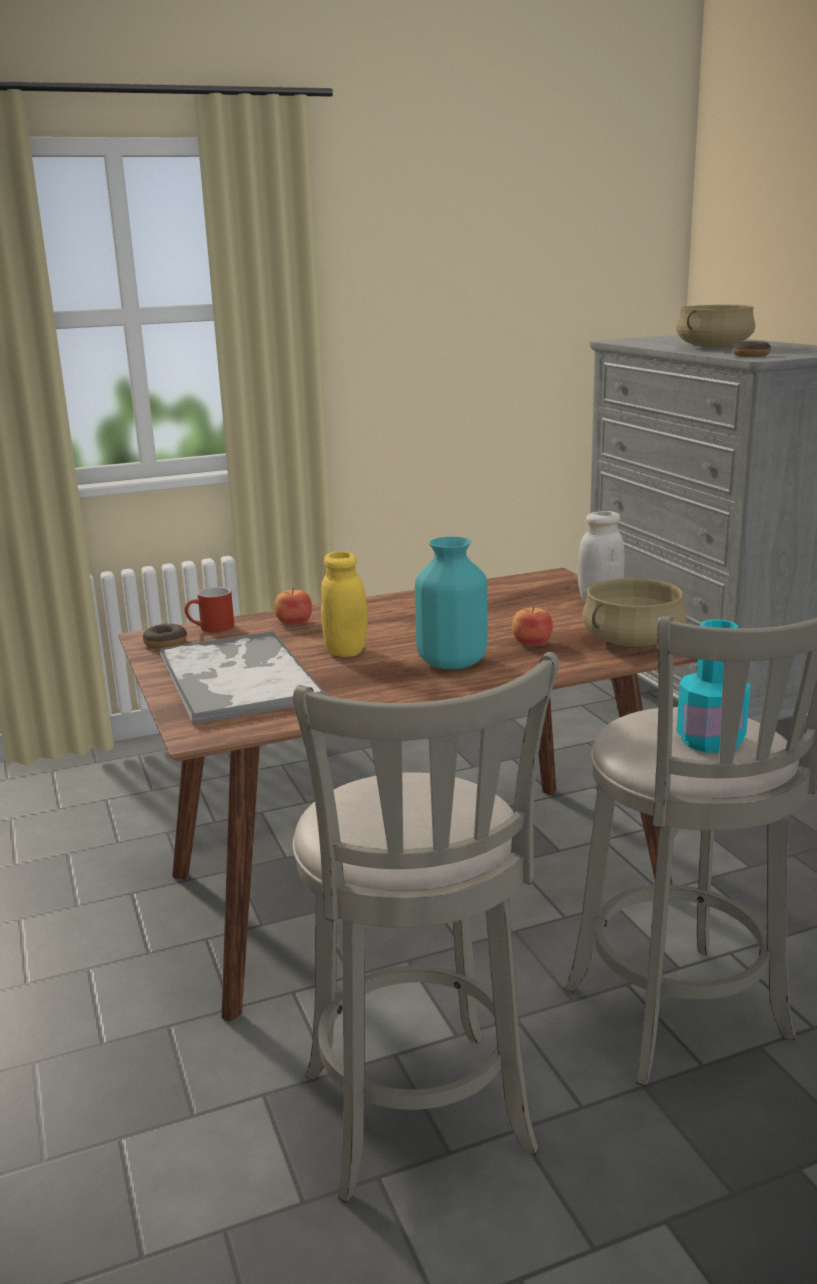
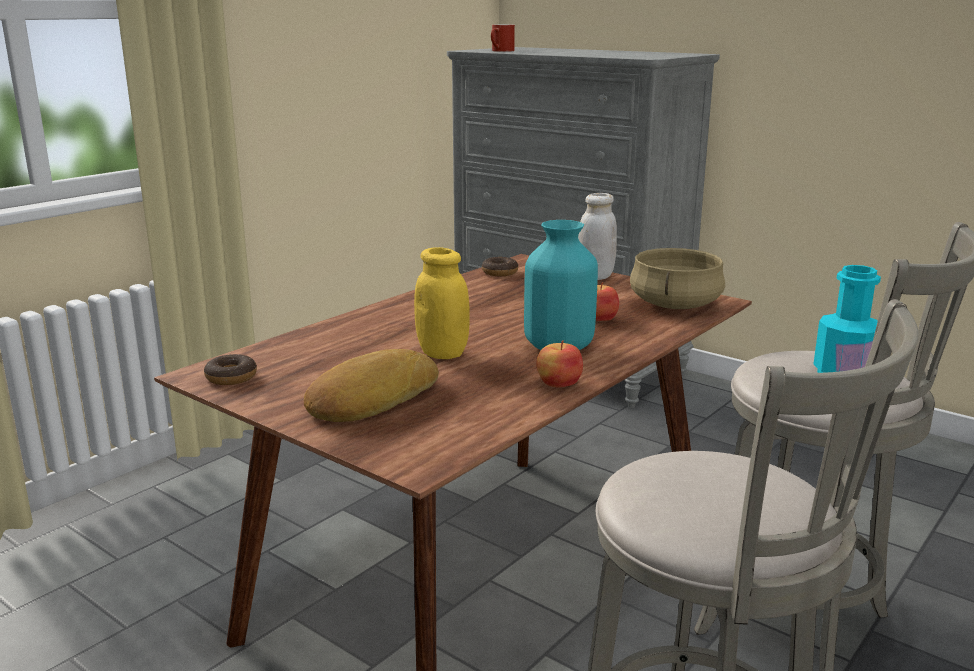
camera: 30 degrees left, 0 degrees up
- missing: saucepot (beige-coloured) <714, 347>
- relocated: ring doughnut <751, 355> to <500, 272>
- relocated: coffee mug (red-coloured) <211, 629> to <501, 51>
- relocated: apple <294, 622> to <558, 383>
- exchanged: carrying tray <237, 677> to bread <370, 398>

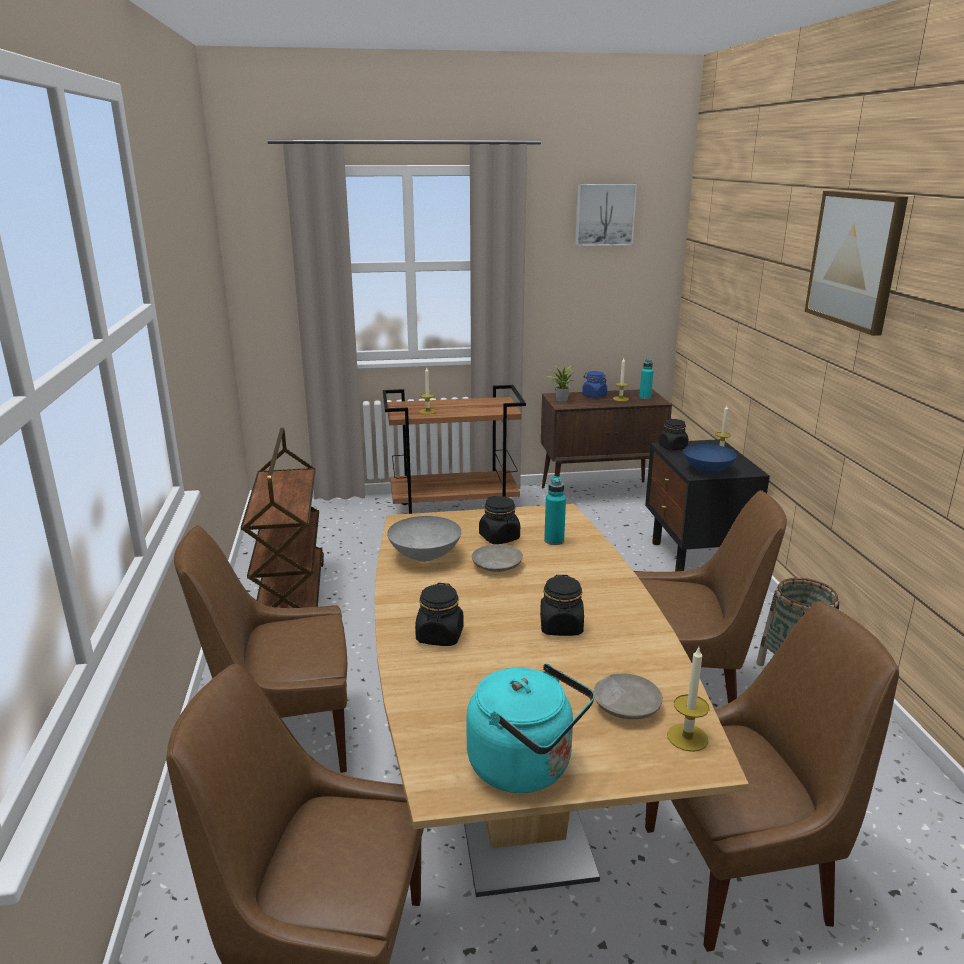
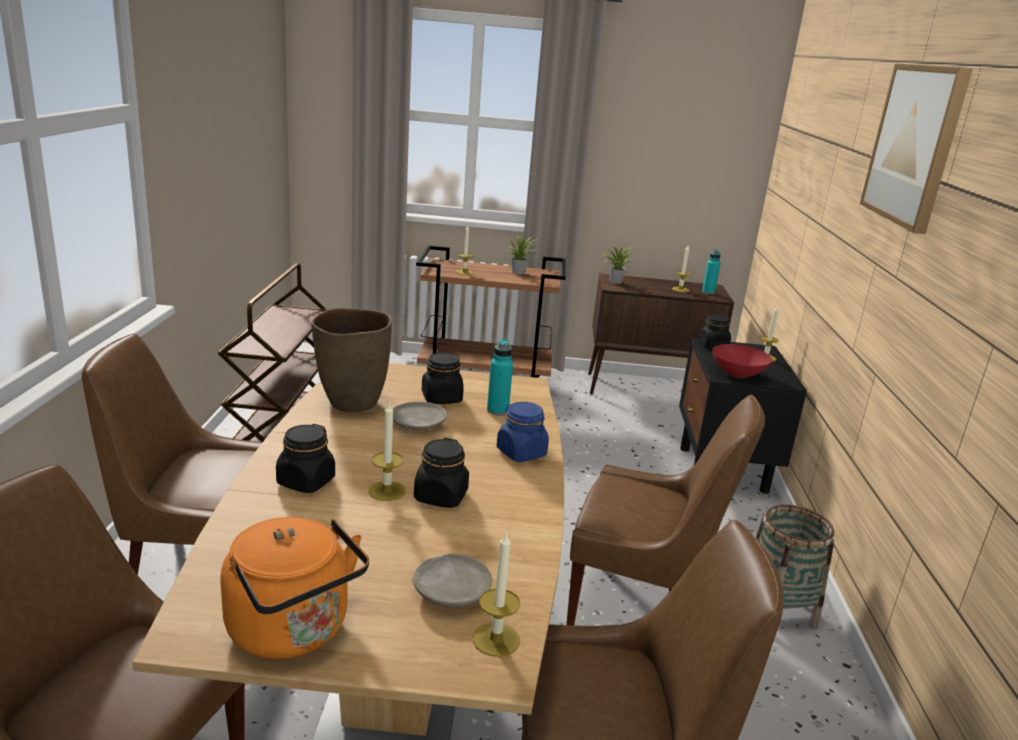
camera: 10 degrees right, 0 degrees up
- missing: wall picture <604, 214>
- relocated: jar (bluish) <594, 395> to <521, 452>
- colour: deep dish (bluish) <708, 471> to deep dish (red-coloured) <738, 375>
- exchanged: deep dish (greyish) <426, 556> to flower vase (brown-coloured) <351, 403>
- colour: water kettle (blue-green) <526, 767> to water kettle (orangey) <293, 632>
- appeared: plant in a pot <519, 272>
- appeared: candle <387, 491>

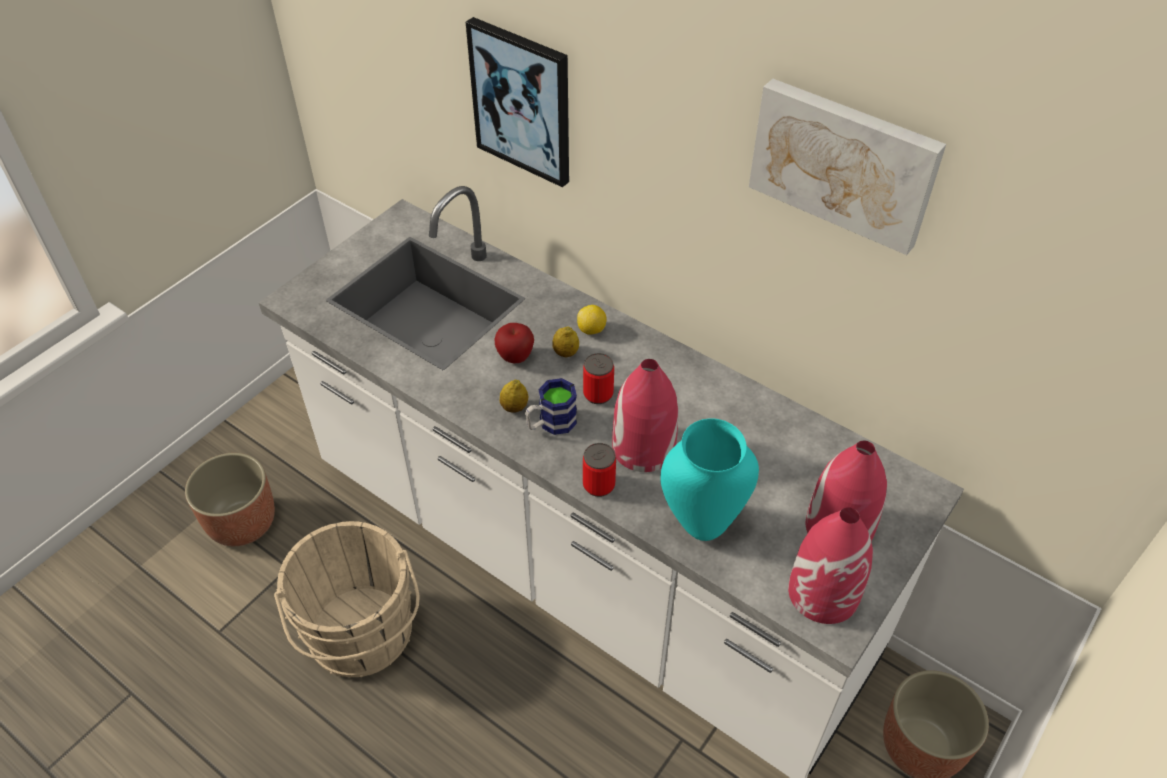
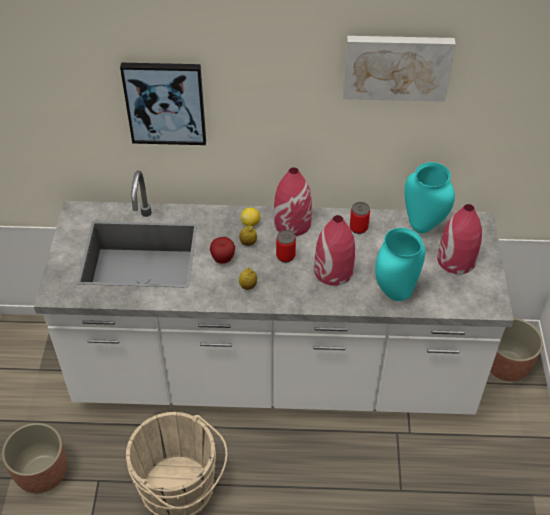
camera: 35 degrees left, 0 degrees up
- missing: coffee mug <551, 424>
- relocated: metal can <599, 485> to <358, 228>
- relocated: flower vase (red-coloured) <823, 592> to <292, 223>
- appeared: flower vase (blue-green) <423, 226>

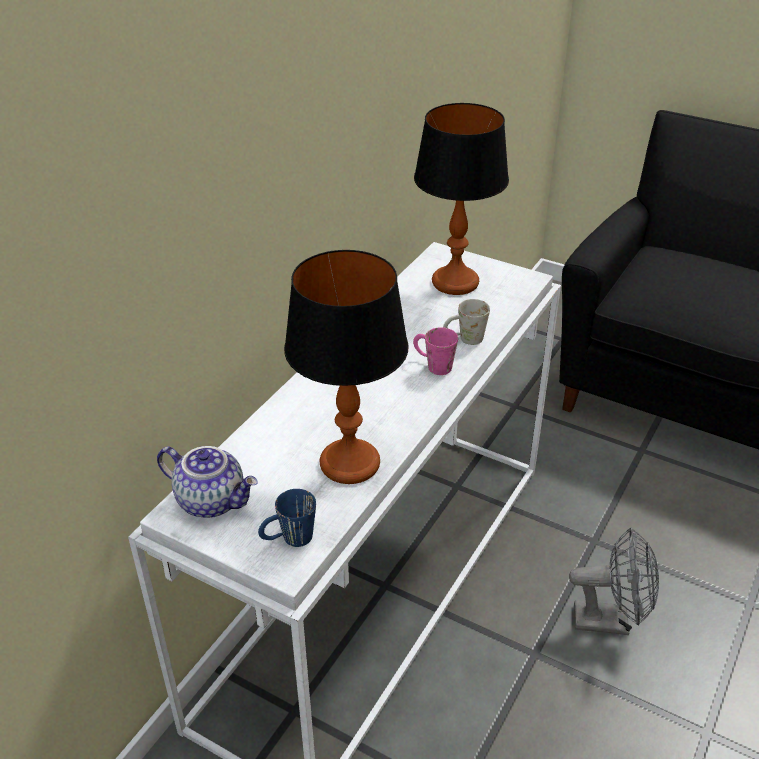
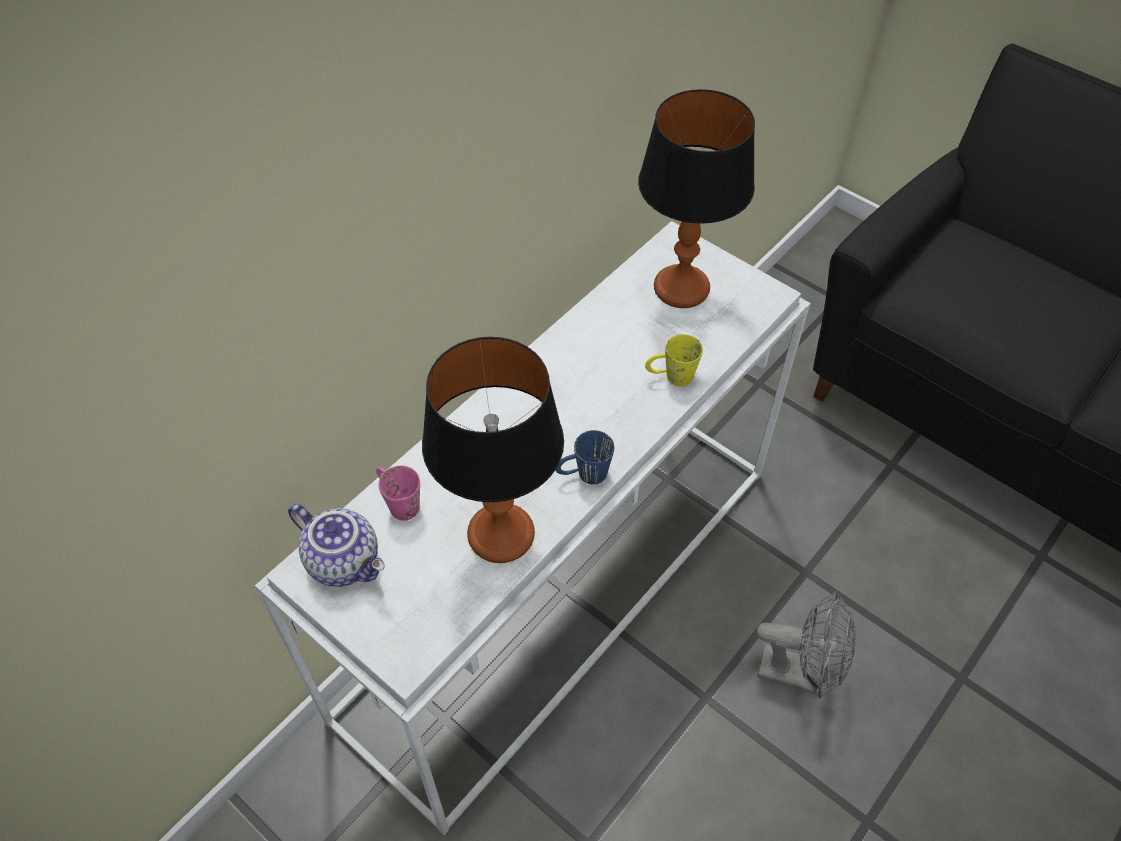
camera: 10 degrees right, 15 degrees up
- colour: coffee mug (whitish) <464, 340> to coffee mug (yellowish) <670, 377>
- relocated: coffee mug (pink) <433, 365> to <398, 502>
- relocated: coffee mug (bluish) <289, 540> to <583, 475>

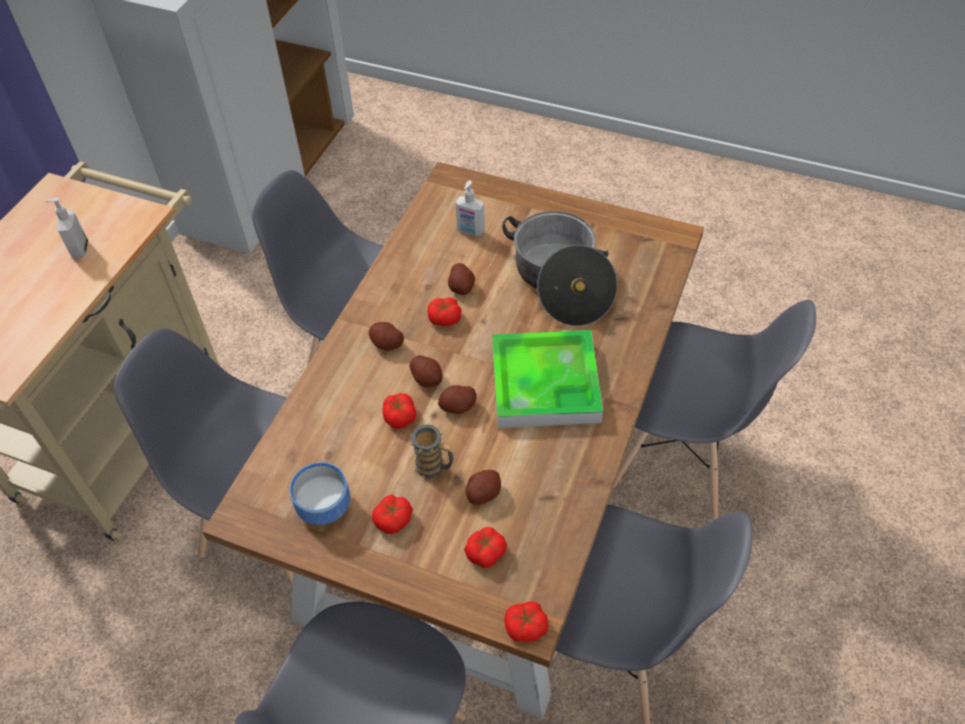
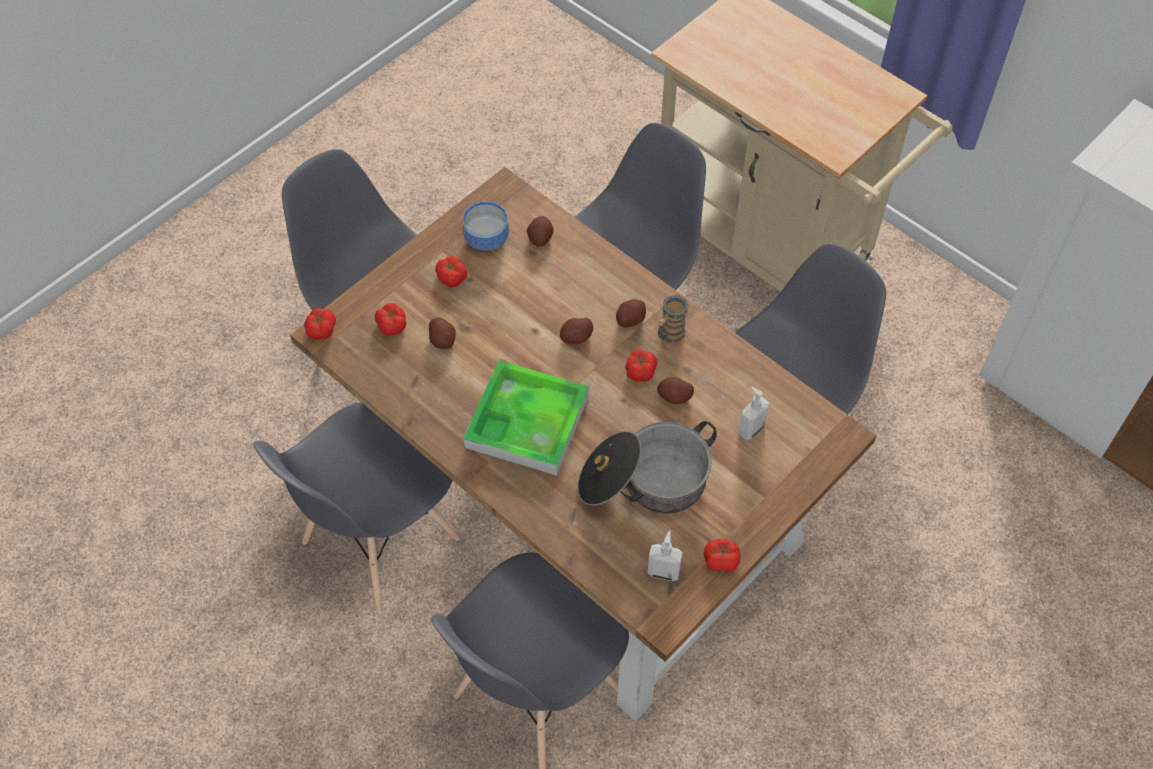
camera: 110 degrees right, 5 degrees up
- relocated: soap bottle <79, 249> to <663, 572>
- relocated: spud <458, 406> to <540, 238>
- relocated: fresh tomato <399, 416> to <721, 559>
- relocated: coffee mug <435, 467> to <669, 335>

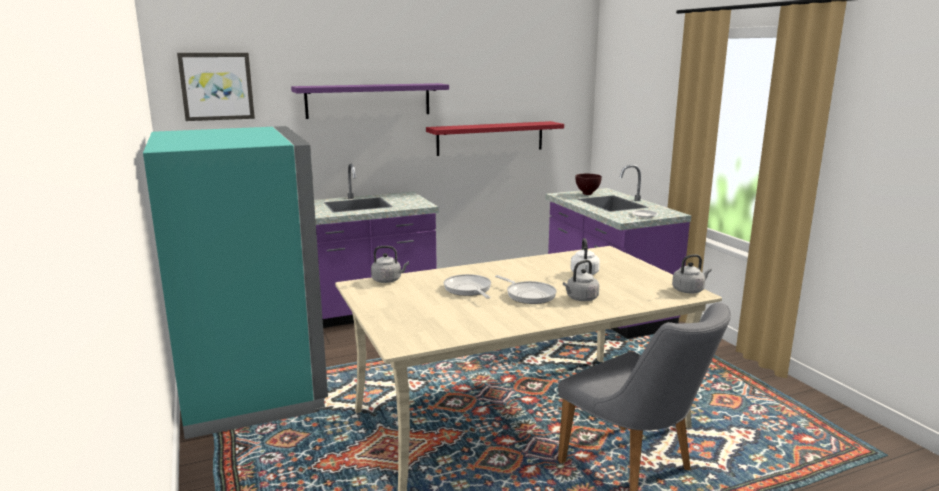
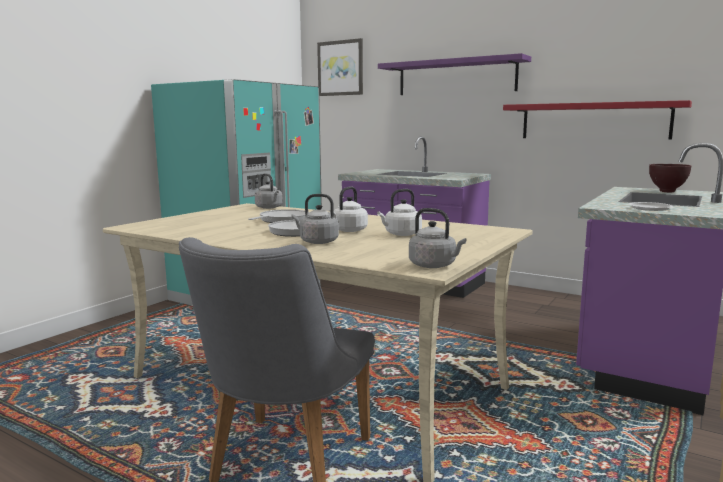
camera: 55 degrees right, 5 degrees down
- appeared: water kettle (whitish) <348, 230>

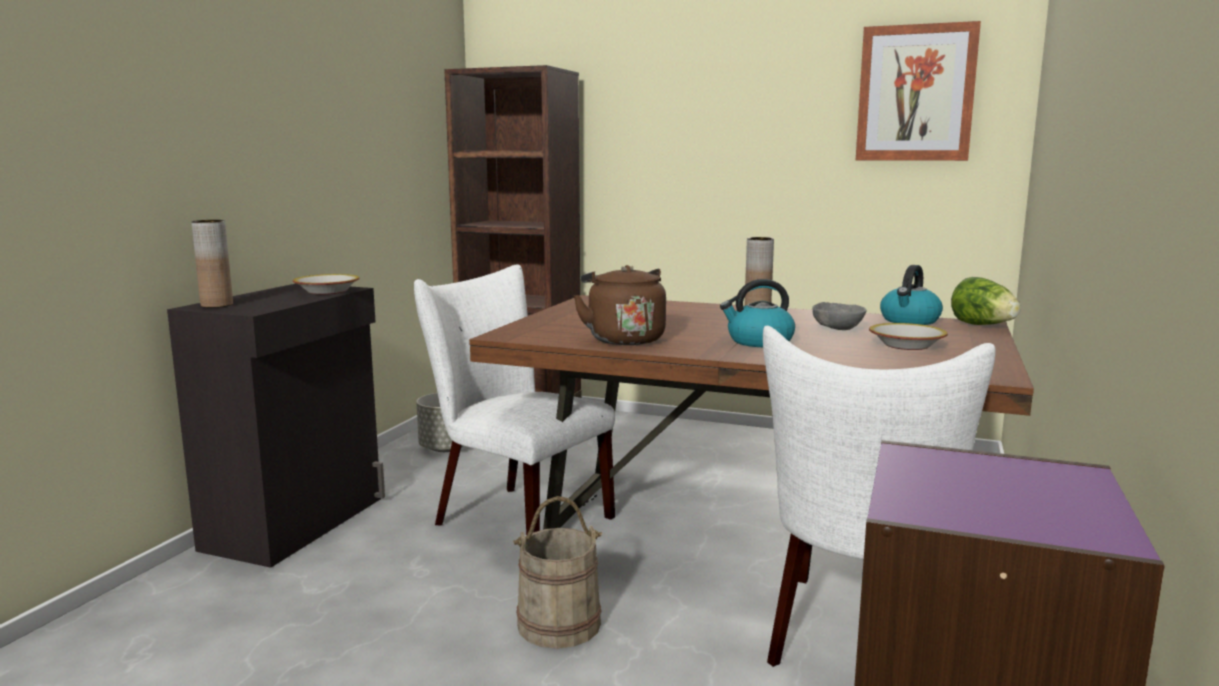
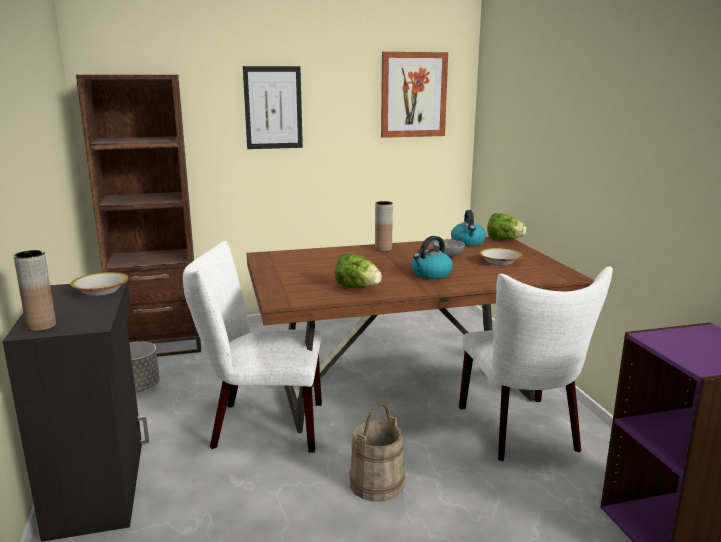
camera: 35 degrees left, 5 degrees up
- exchanged: water kettle (brown-coloured) <623, 339> to lettuce head <357, 288>
- appeared: wall picture <273, 108>

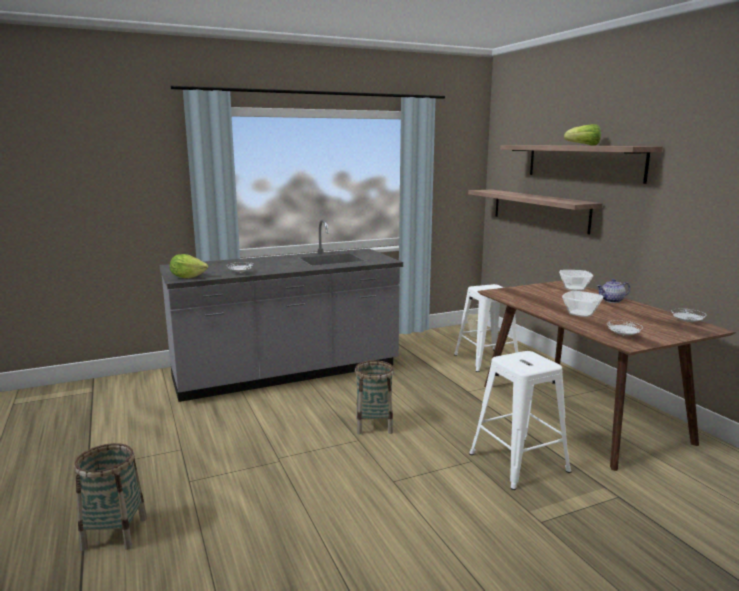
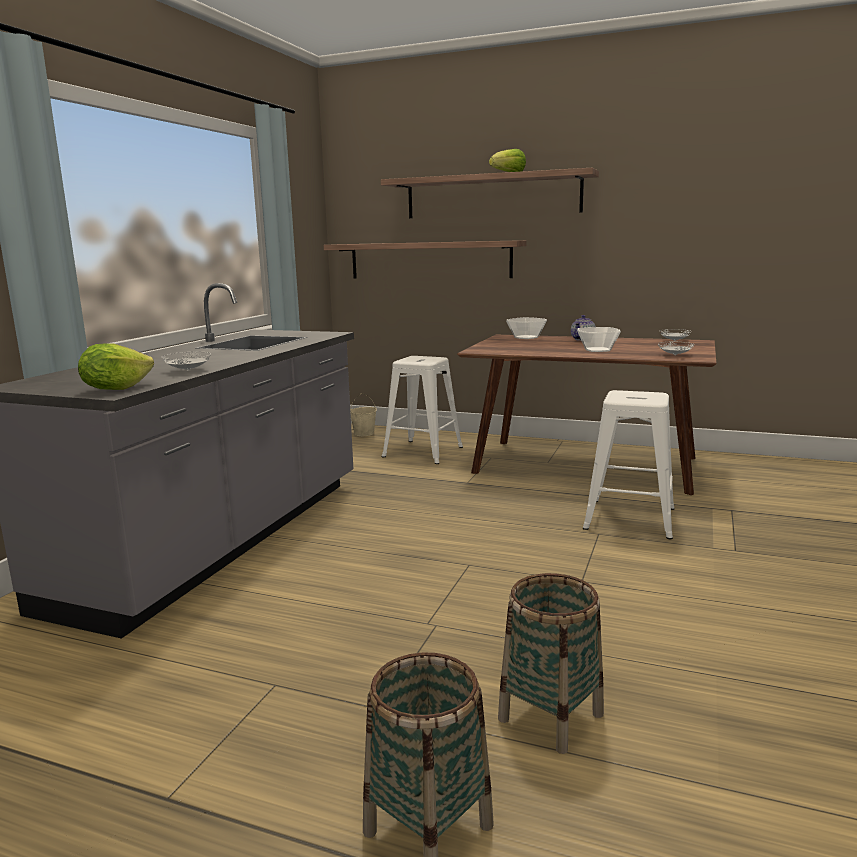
camera: 45 degrees left, 0 degrees up
- relocated: storage basket <374, 425> to <550, 716>

